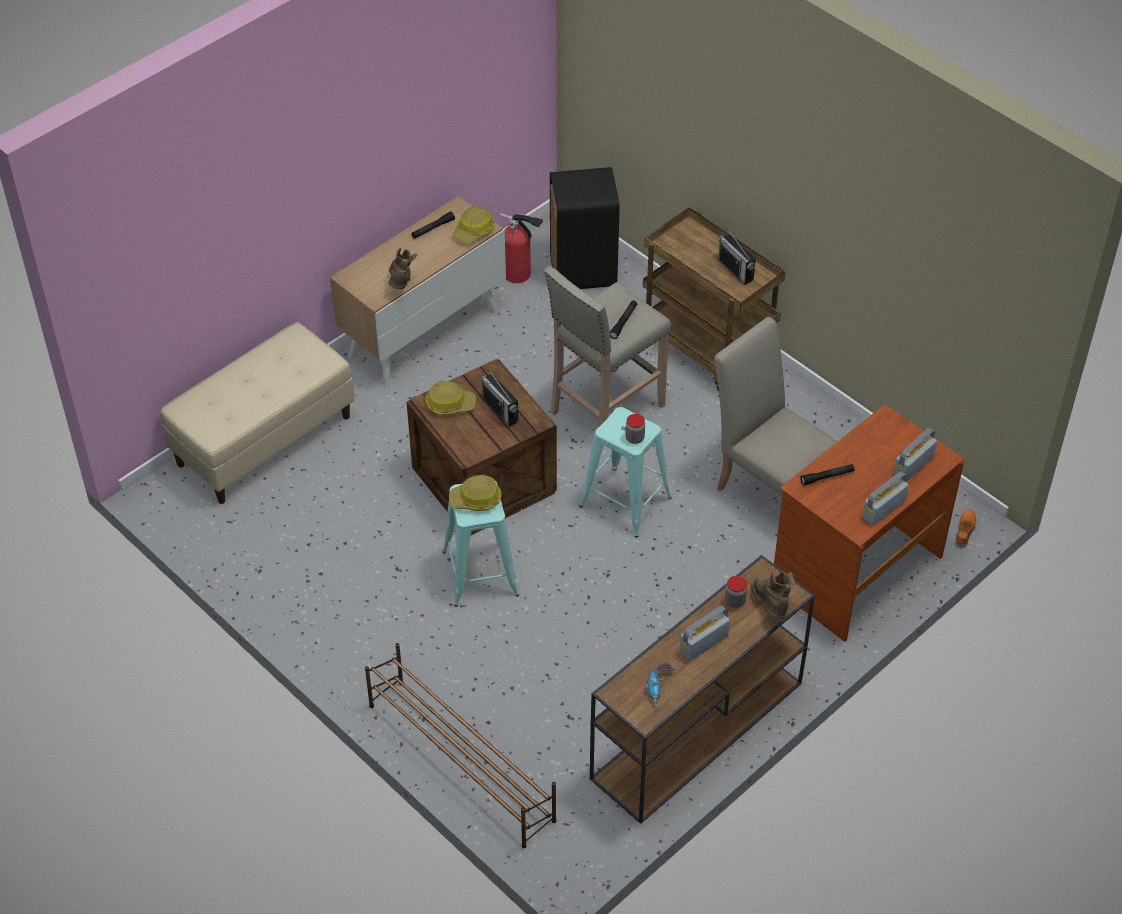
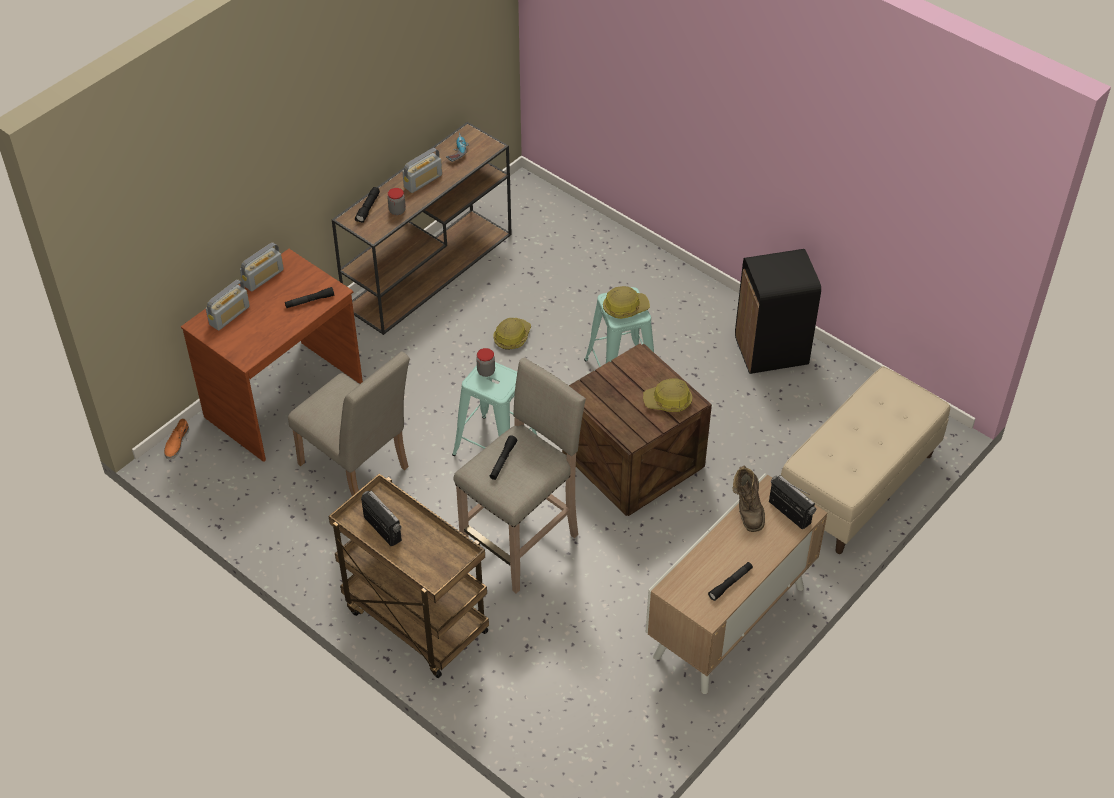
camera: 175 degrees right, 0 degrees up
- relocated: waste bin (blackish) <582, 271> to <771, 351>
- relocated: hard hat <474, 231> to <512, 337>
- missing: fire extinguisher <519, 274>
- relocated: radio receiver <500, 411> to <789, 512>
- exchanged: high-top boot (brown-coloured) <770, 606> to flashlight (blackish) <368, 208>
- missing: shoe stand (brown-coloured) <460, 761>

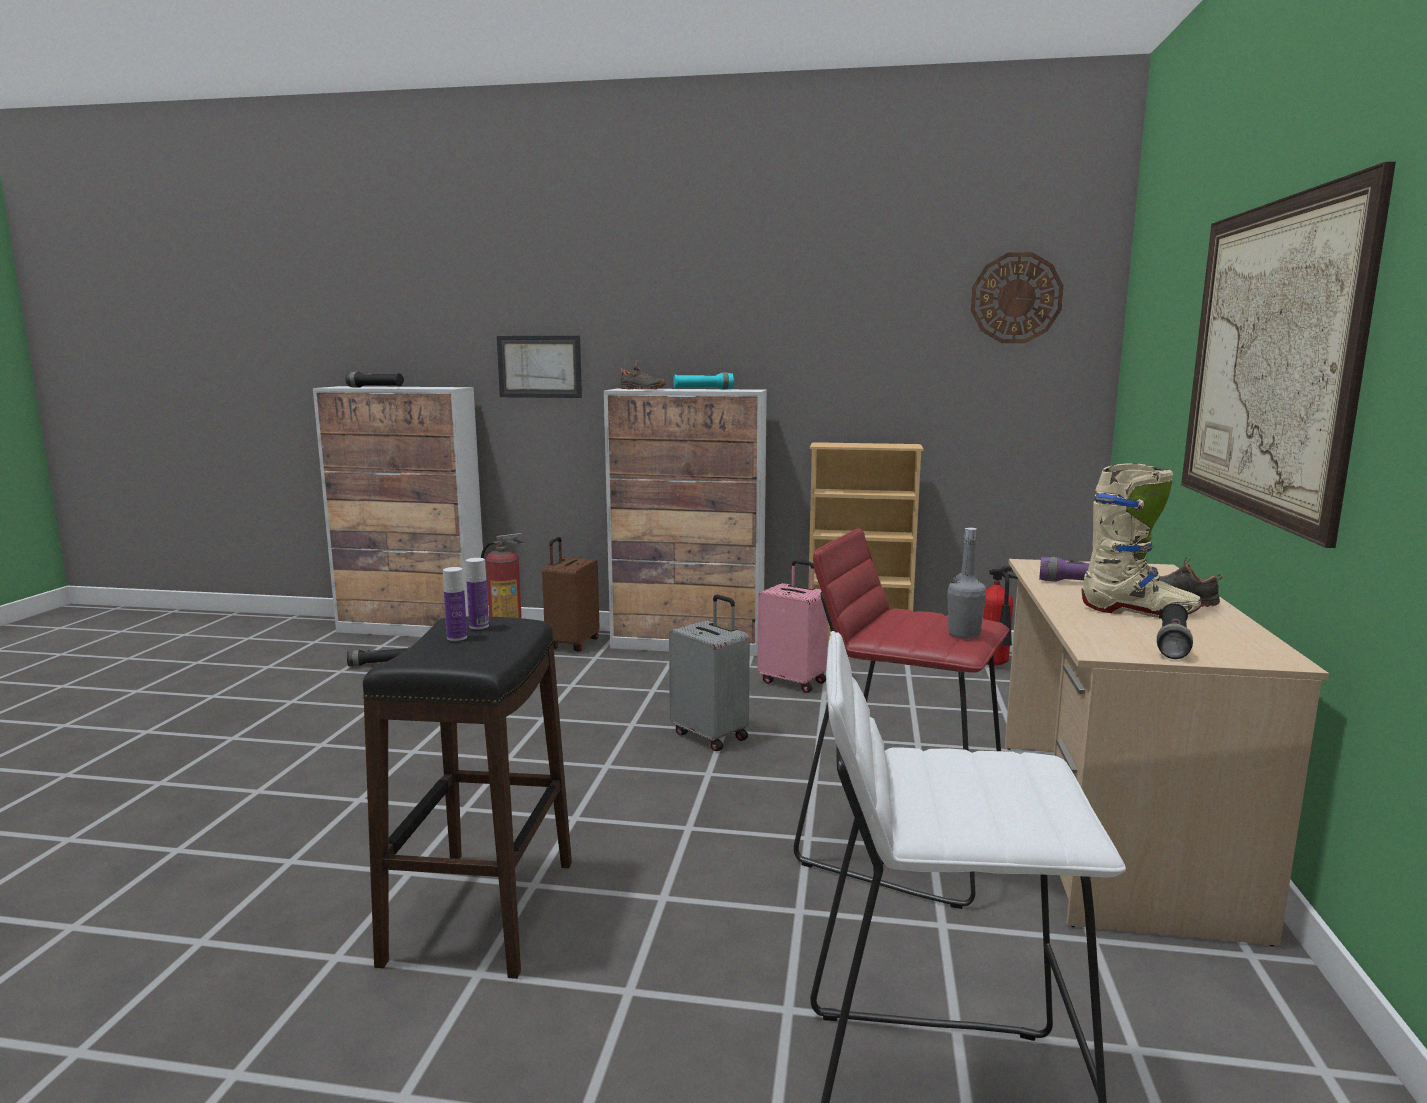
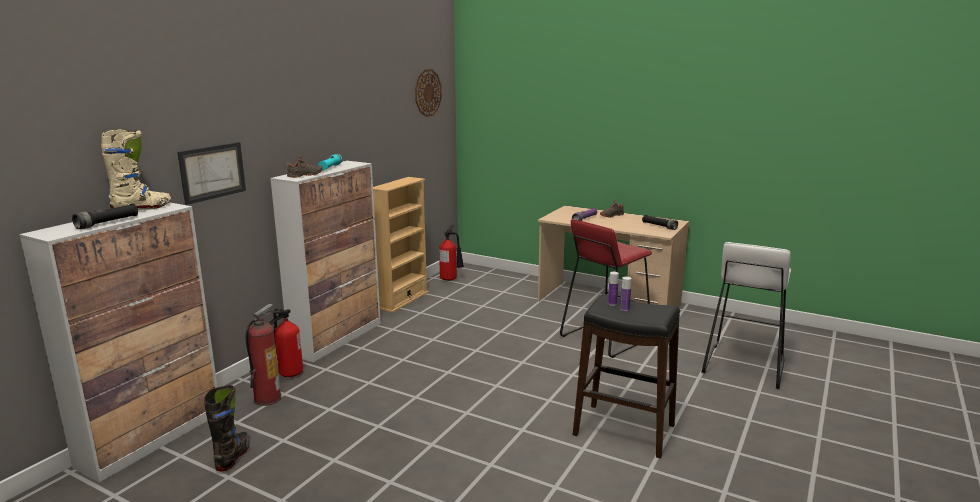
camera: 70 degrees left, 5 degrees up
- missing: wall picture <1268, 360>
- relocated: high-top boot (beige-coloured) <1139, 612> to <143, 209>
- missing: bottle (greyish) <964, 634>
- exchanged: piece of luggage (brown-coloured) <572, 644> to fire extinguisher <287, 374>
- missing: piece of luggage (pink) <793, 681>
- missing: piece of luggage (greyish) <711, 735>
- exchanged: flashlight (blackish) <380, 664> to high-top boot (blackish) <233, 456>

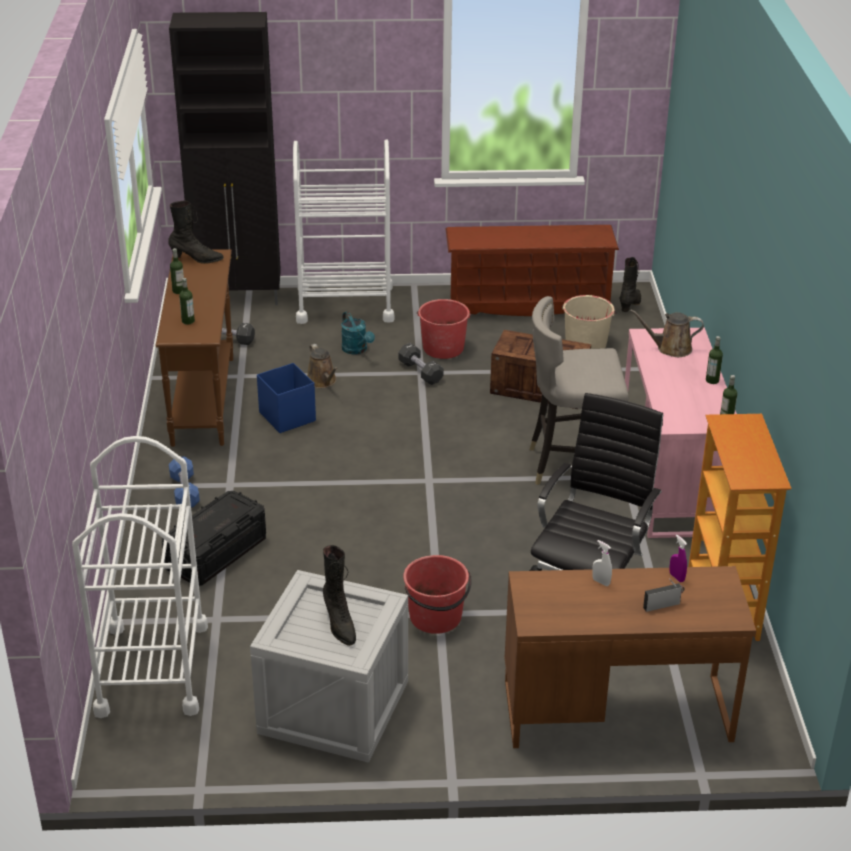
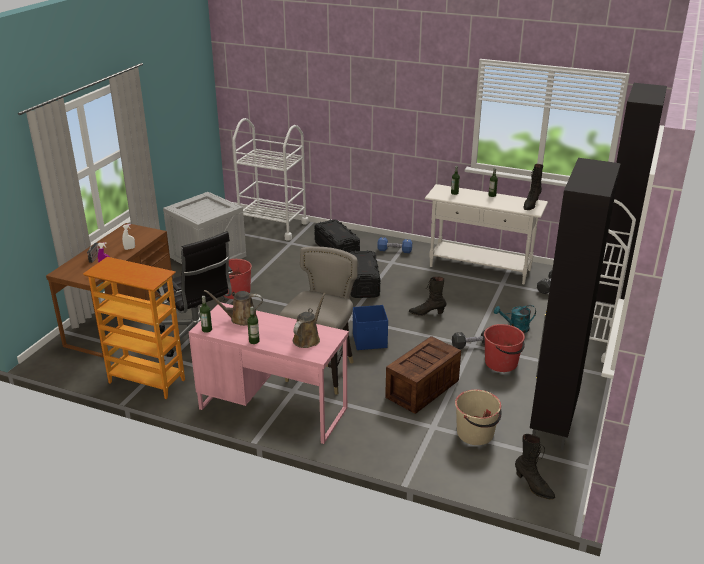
camera: 115 degrees right, 5 degrees down
- exchanged: shoe stand (brown-coloured) <528, 306> to cupboard (blackish) <552, 423>
- colour: hall table (brown-coloured) <203, 400> to hall table (whitish) <480, 268>
- relocated: sprinkling can (brown-coloured) <322, 381> to <240, 319>
- relocated: storage bin (bluish) <287, 416> to <370, 341>
- relocated: high-top boot (blackish) <339, 624> to <427, 313>
- appeared: storage bin (blackish) <363, 284>

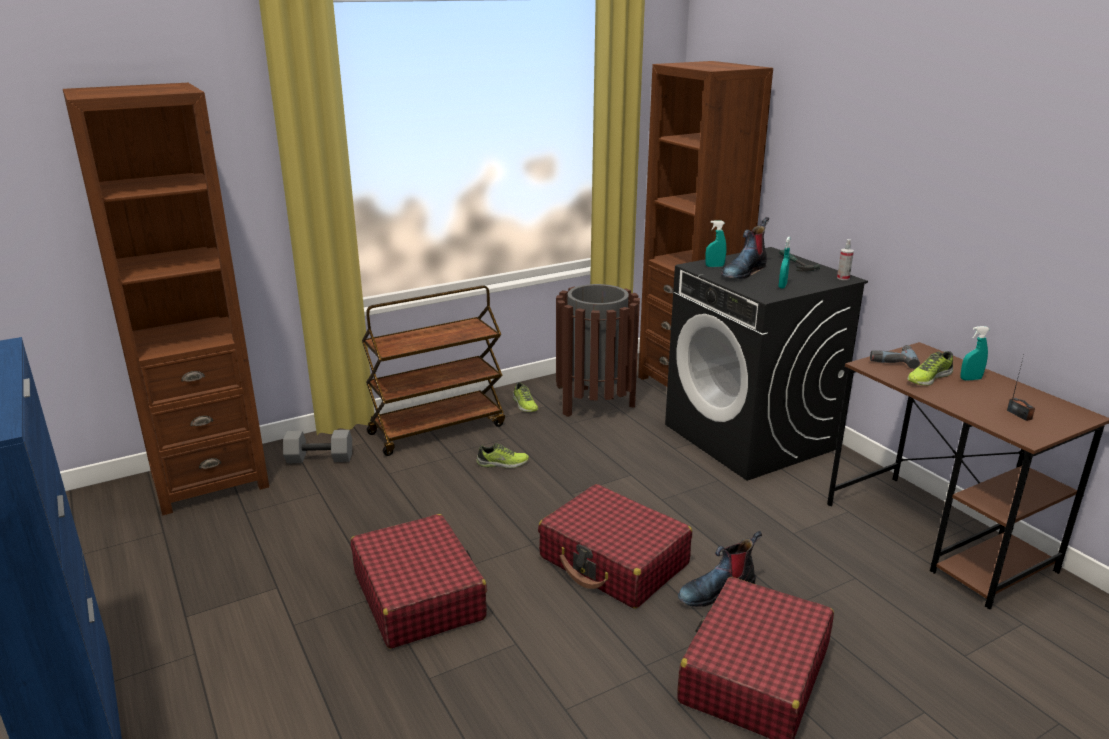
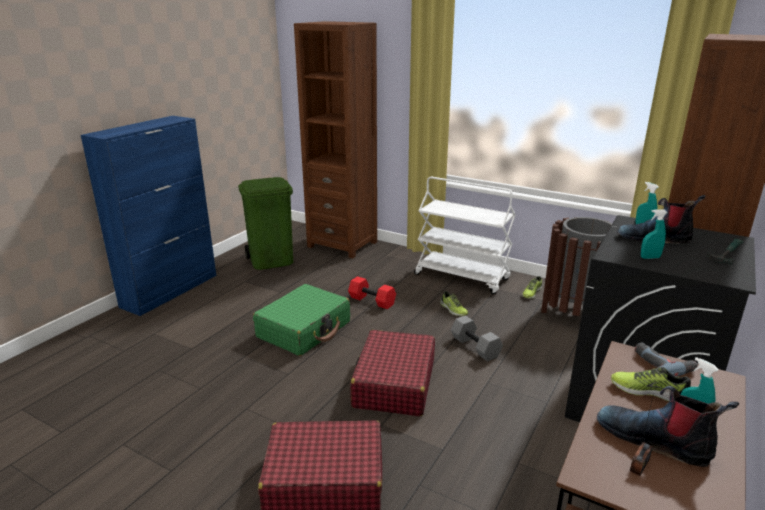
camera: 60 degrees right, 0 degrees up
- missing: spray bottle <843, 278>
- colour: trolley (brown-coloured) <437, 429> to trolley (whitish) <462, 277>
- relocated: hand weight (greyish) <320, 458> to <476, 347>
- colour: piece of luggage (red-coloured) <418, 595> to piece of luggage (greenish) <304, 330>
- relocated: high-top boot <717, 590> to <654, 440>
- appeared: waste bin (greenish) <272, 261>
- appeared: hand weight (red-coloured) <371, 301>

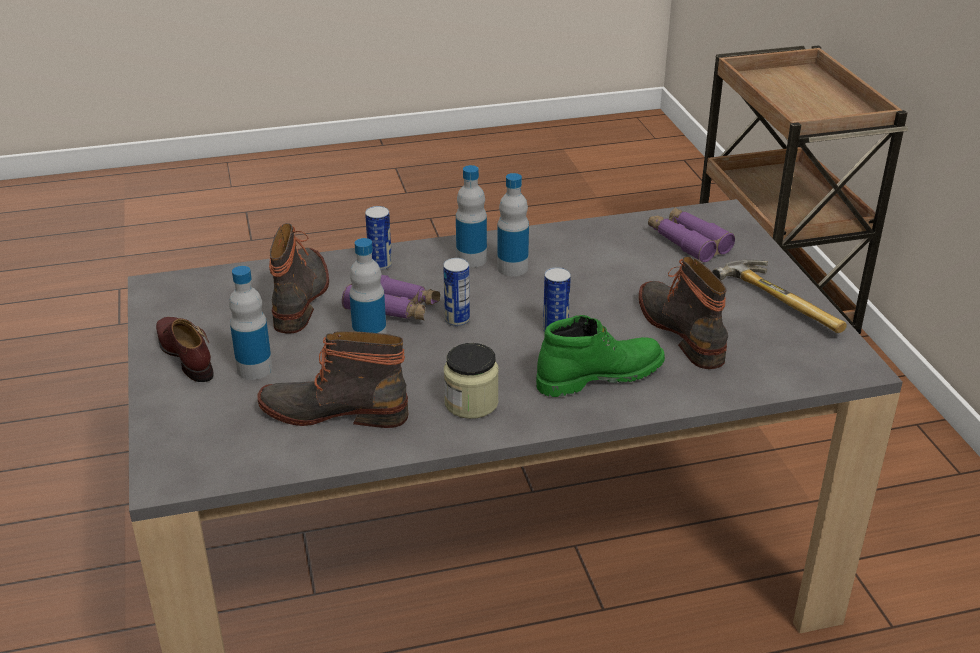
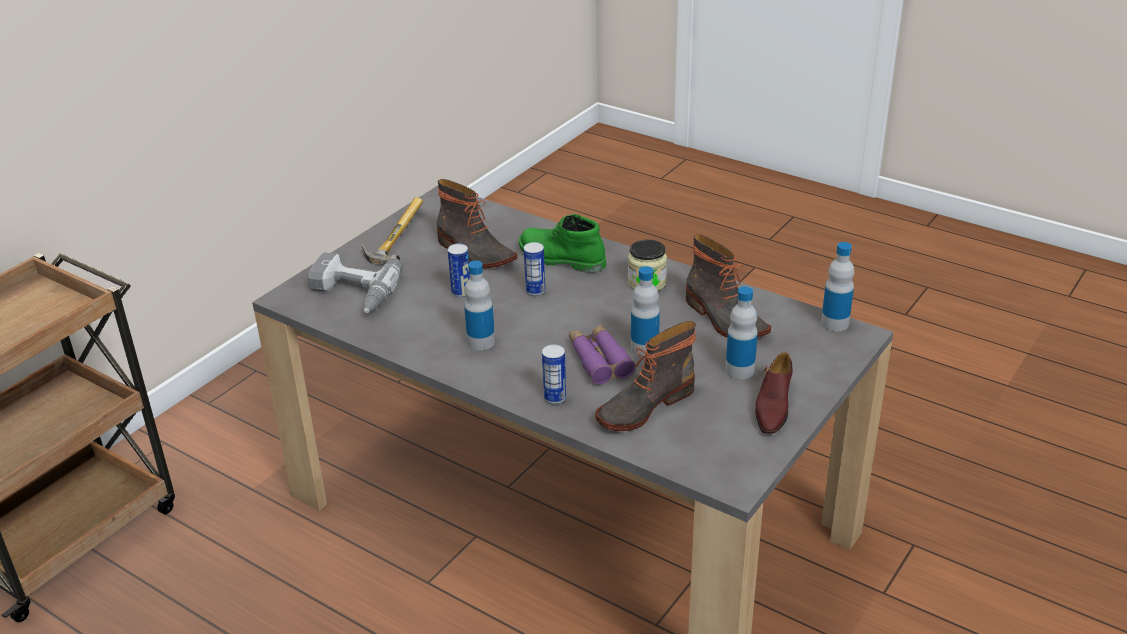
camera: 130 degrees left, 0 degrees up
- relocated: bottle <471, 259> to <835, 323>
- exchanged: binoculars (purple-coloured) <688, 242> to power drill <352, 294>
- spun: high-top boot <683, 330> = <475, 253> 75 degrees counterclockwise
- relocated: metal can <457, 320> to <461, 293>

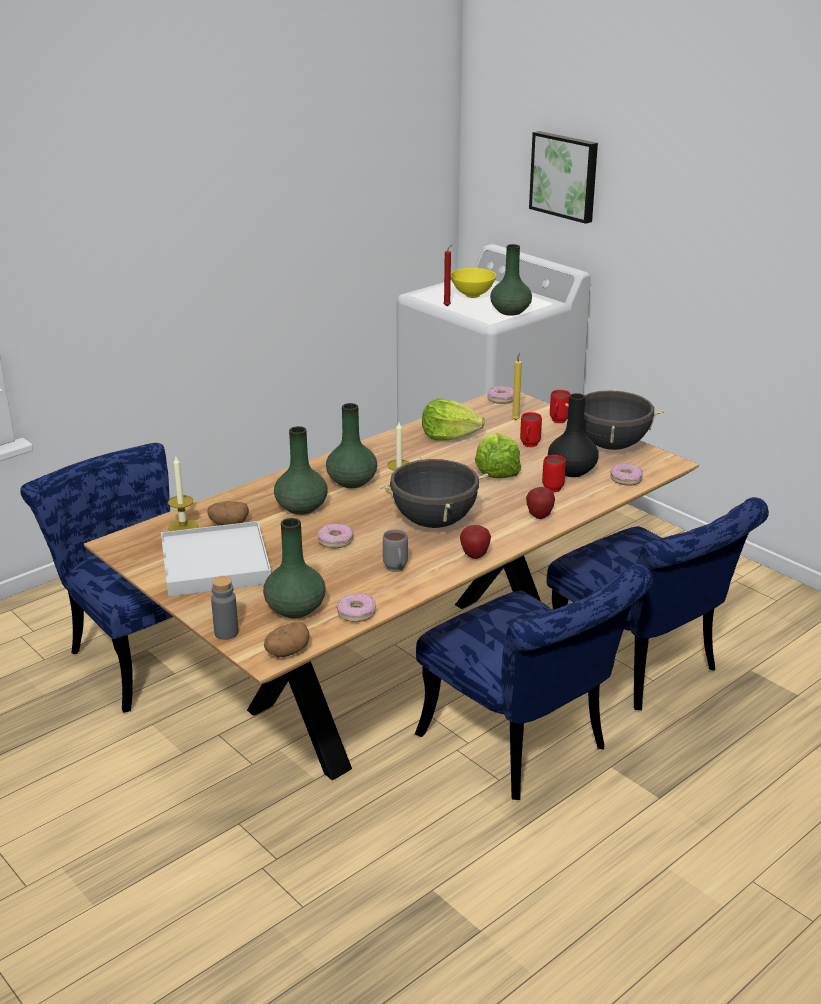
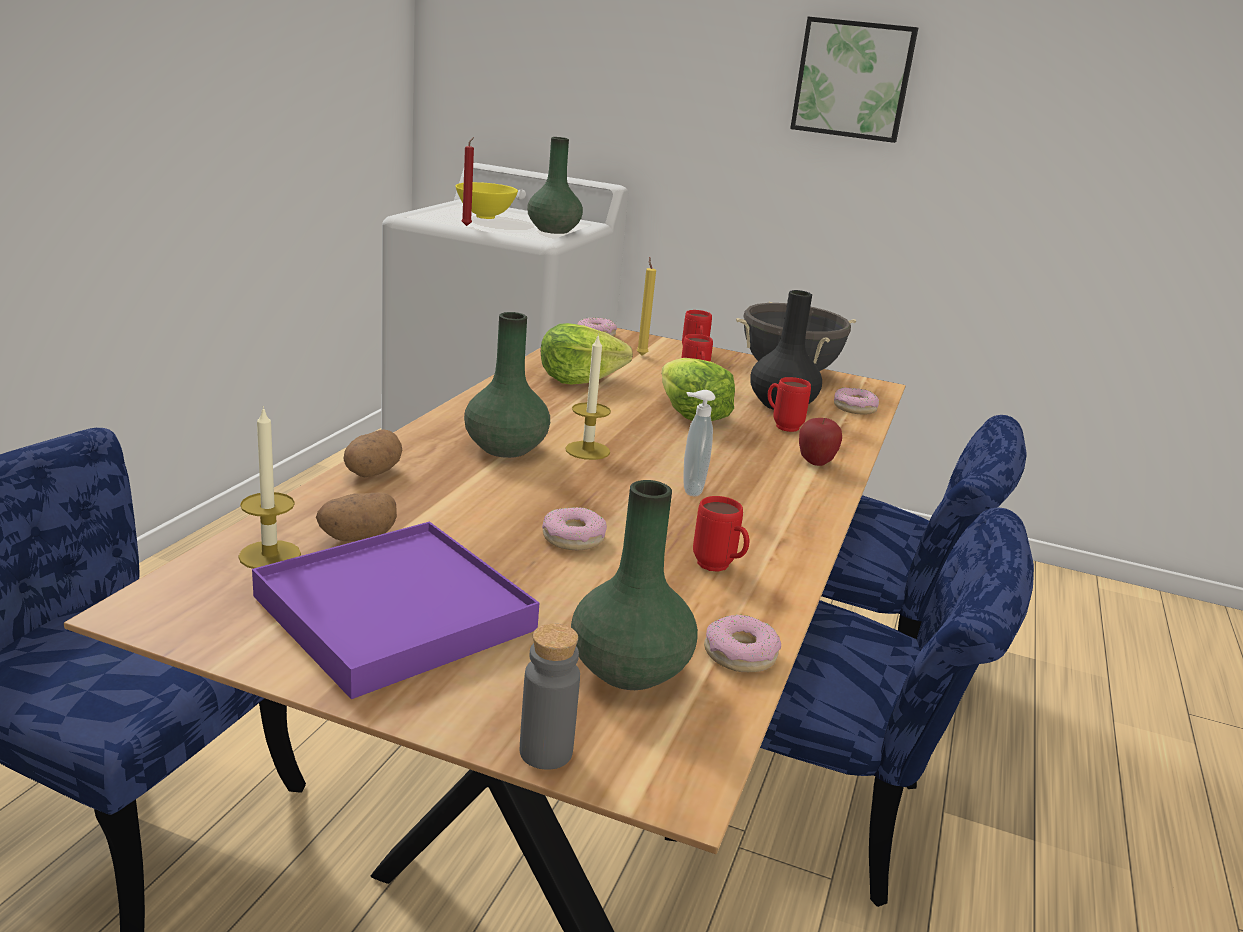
camera: 30 degrees left, 5 degrees down
- relocated: wall picture <565, 176> to <853, 79>
- missing: flower vase (greenish) <301, 508>
- exchanged: saucepot (blackish) <434, 522> to soap bottle <690, 489>
- colour: carrying tray (whitish) <215, 563> to carrying tray (purple-coloured) <395, 613>
- missing: apple <474, 555>
- colour: coffee mug (greyish) <396, 570> to coffee mug (red-coloured) <719, 568>
- relocated: spud <287, 652> to <371, 473>

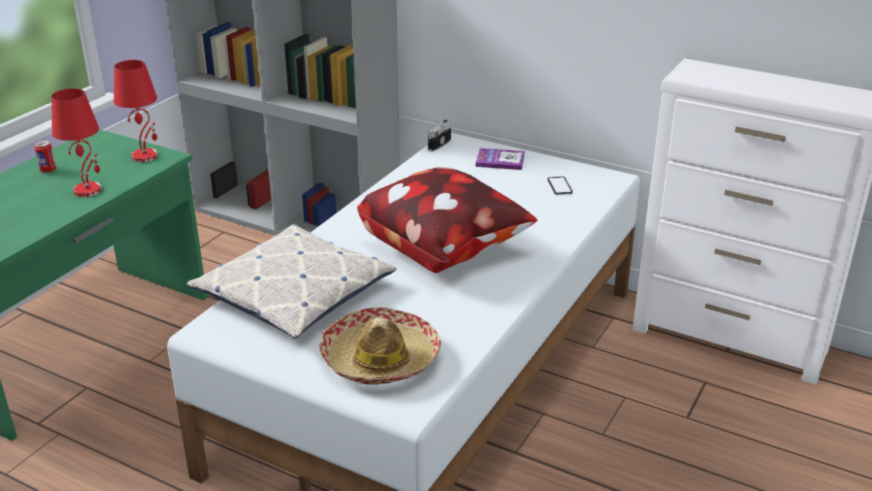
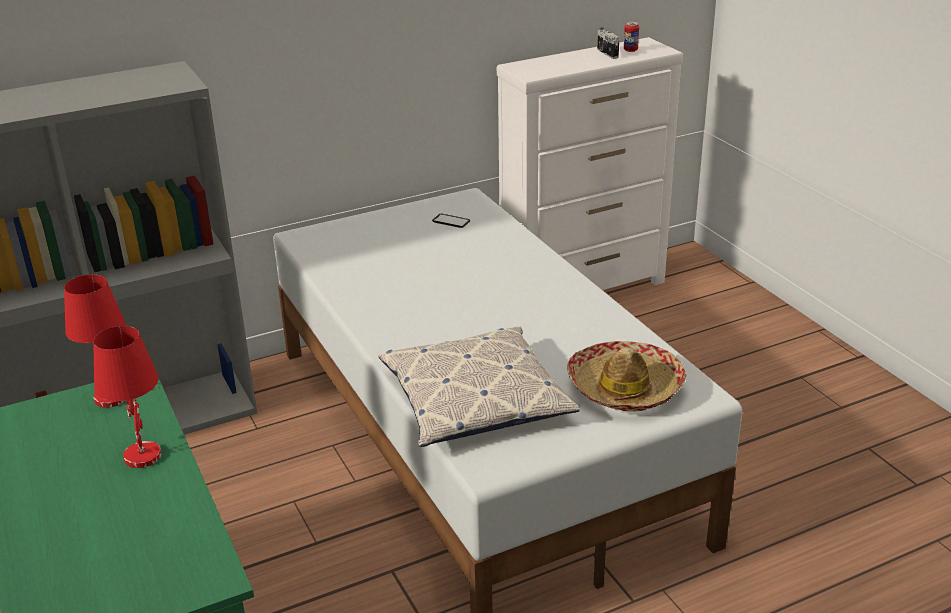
camera: 55 degrees left, 0 degrees up
- relocated: still camera <438, 144> to <606, 53>
- relocated: metal can <48, 170> to <630, 50>
- missing: bound book <500, 160>
- missing: cushion <443, 249>

